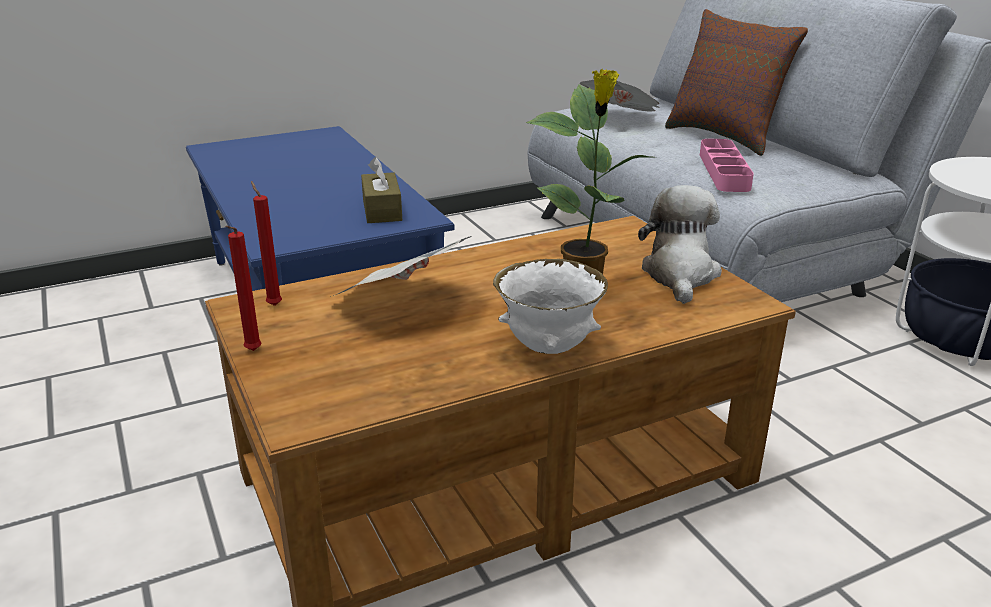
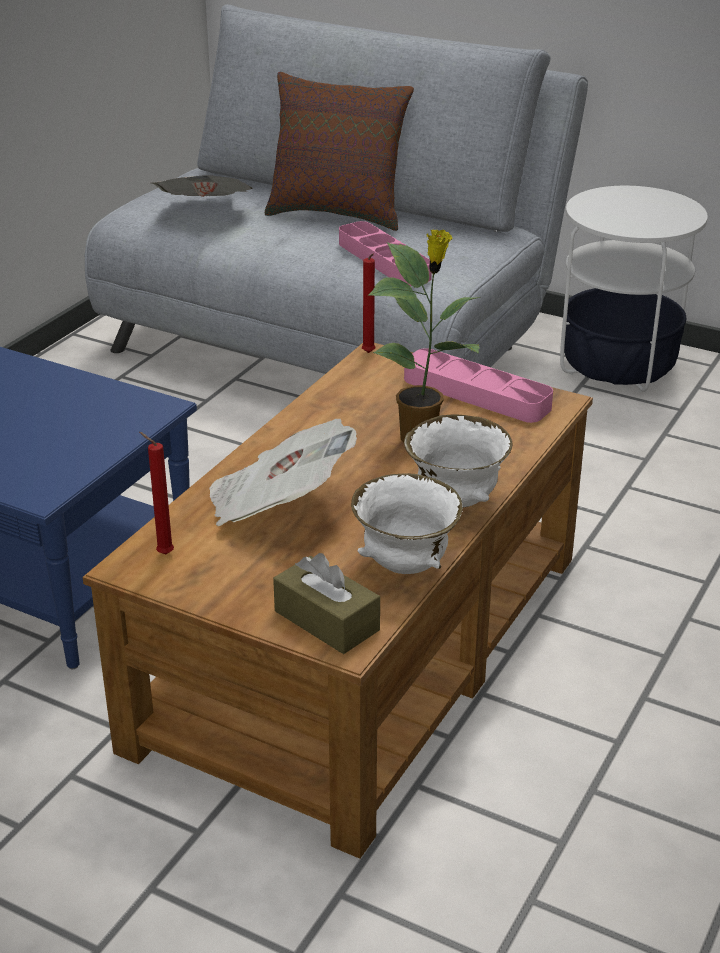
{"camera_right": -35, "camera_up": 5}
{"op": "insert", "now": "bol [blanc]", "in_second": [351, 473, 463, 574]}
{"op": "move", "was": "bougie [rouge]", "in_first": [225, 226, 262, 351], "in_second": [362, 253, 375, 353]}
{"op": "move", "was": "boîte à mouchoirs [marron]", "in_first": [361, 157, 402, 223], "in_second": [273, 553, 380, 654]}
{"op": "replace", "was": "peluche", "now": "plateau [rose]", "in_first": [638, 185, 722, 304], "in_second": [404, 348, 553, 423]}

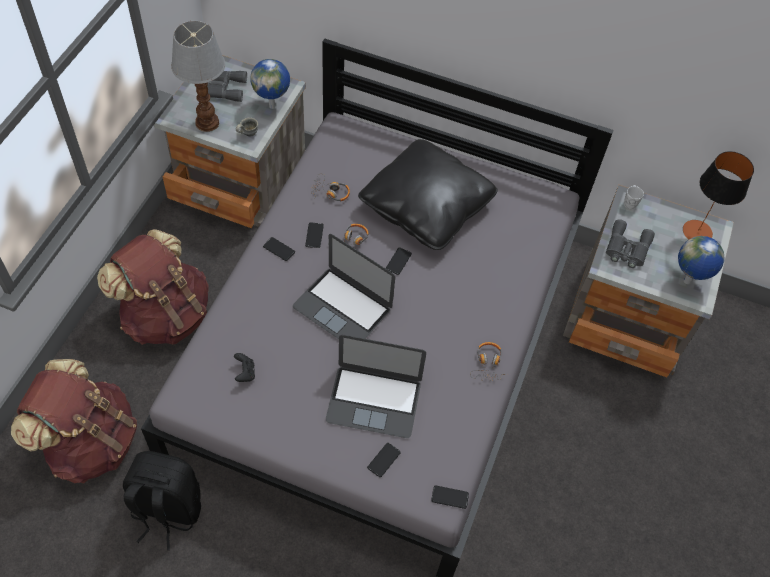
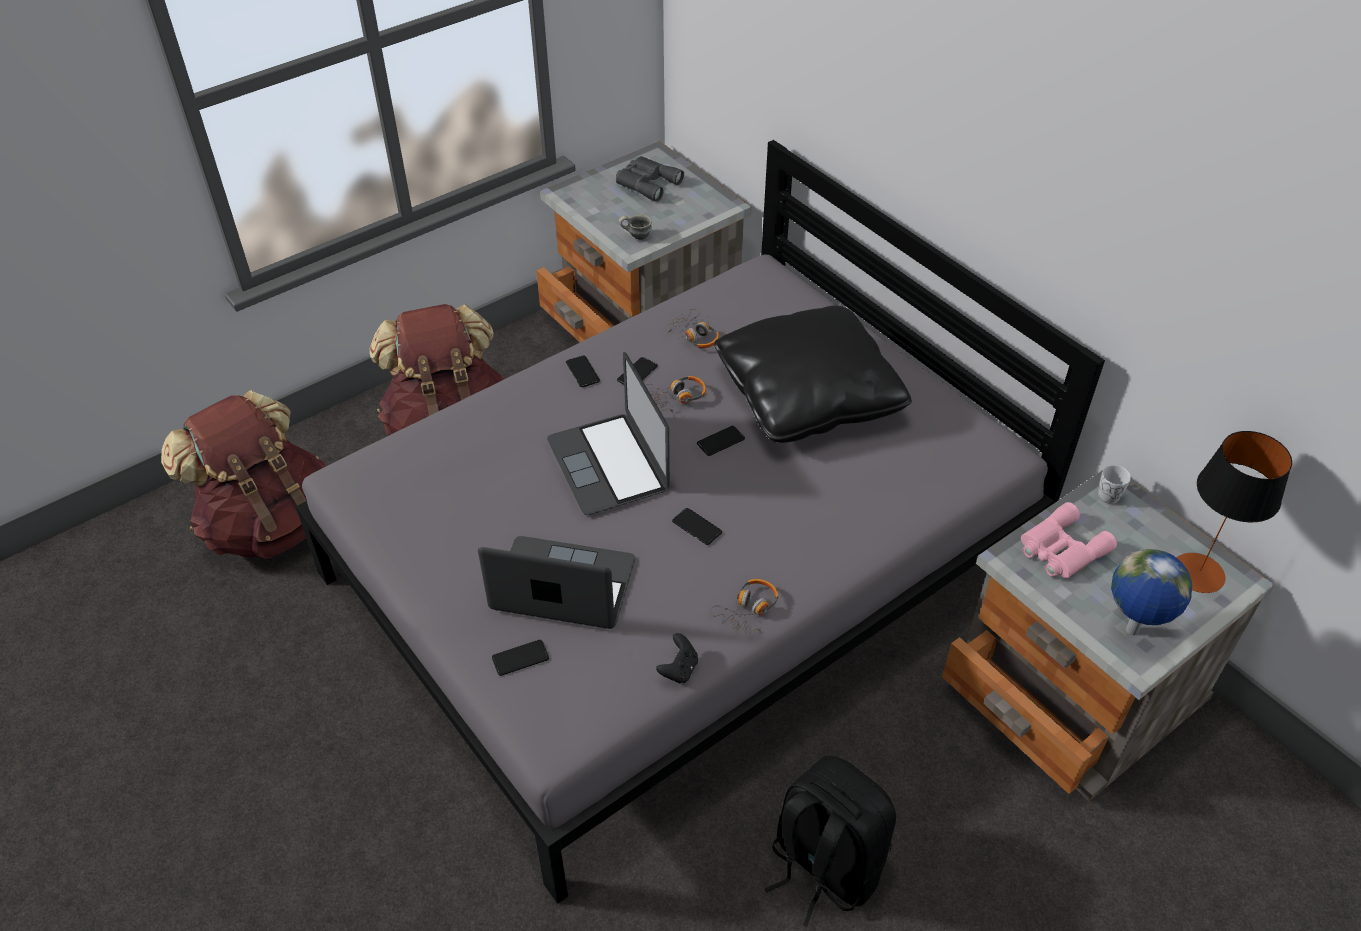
{"camera_right": 35, "camera_up": -10}
{"op": "delete", "was": "lampe de table", "in_first": [171, 21, 225, 132]}
{"op": "delete", "was": "globe", "in_first": [250, 59, 290, 109]}
{"op": "move", "was": "sac à dos [noir]", "in_first": [123, 451, 201, 550], "in_second": [765, 755, 896, 926]}
{"op": "move", "was": "manette [noir]", "in_first": [234, 353, 255, 382], "in_second": [656, 633, 698, 683]}
{"op": "move", "was": "téléphone", "in_first": [431, 485, 469, 509], "in_second": [672, 508, 722, 545]}
{"op": "recolor", "was": "jumelles [gris]", "now": "jumelles [rose]", "in_first": [606, 219, 655, 268], "in_second": [1021, 502, 1117, 578]}
{"op": "rotate", "was": "ordinateur portable", "in_first": [326, 335, 426, 438], "in_second": [478, 536, 636, 629], "clockwise": 150}

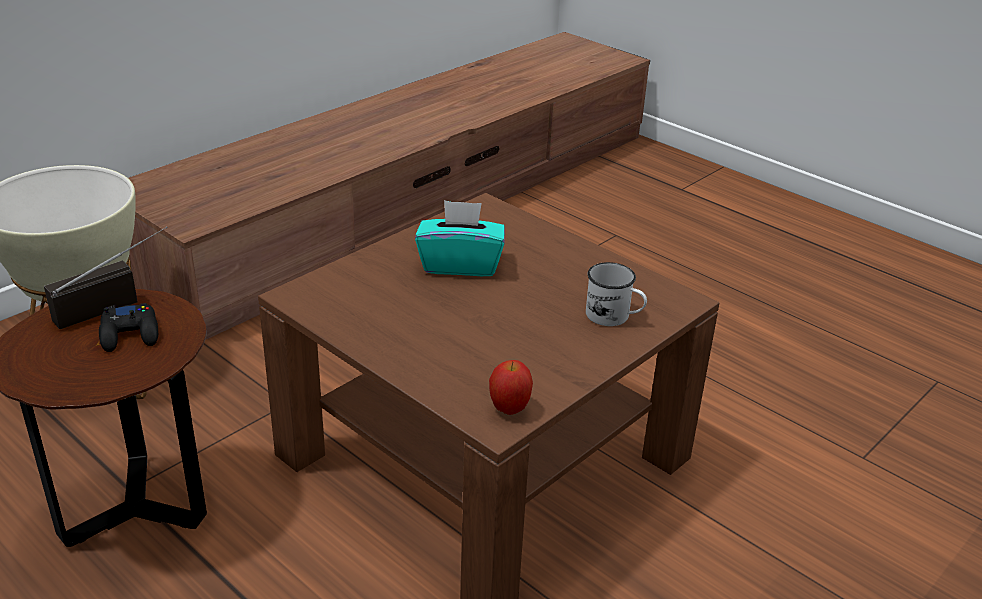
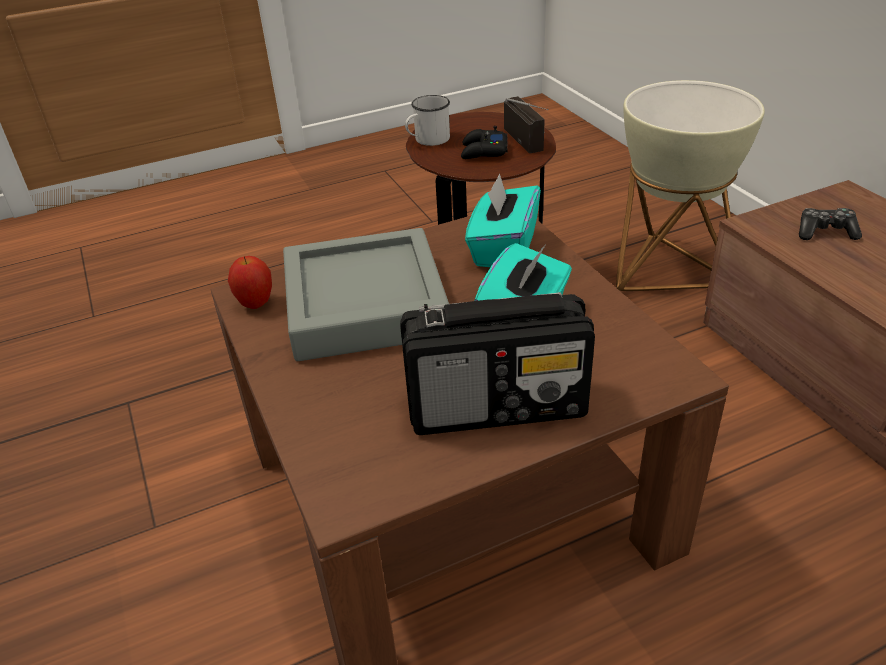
{"camera_right": 115, "camera_up": 5}
{"op": "insert", "now": "plateau [gris]", "in_second": [283, 228, 449, 361]}
{"op": "insert", "now": "radio", "in_second": [400, 292, 595, 435]}
{"op": "insert", "now": "boîte à mouchoirs [turquoise]", "in_second": [465, 174, 541, 267]}
{"op": "insert", "now": "manette", "in_second": [799, 208, 862, 240]}
{"op": "move", "was": "mug [blanc]", "in_first": [586, 262, 647, 326], "in_second": [405, 95, 450, 146]}

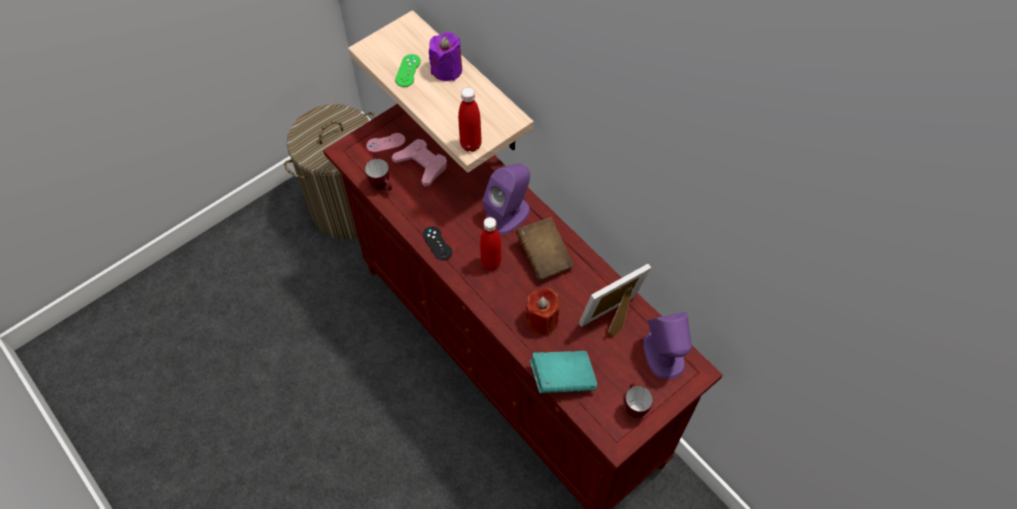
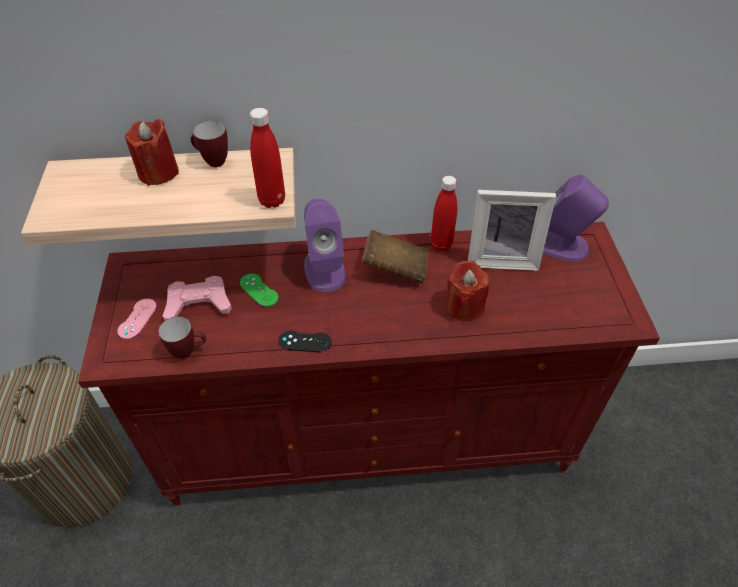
{"camera_right": -55, "camera_up": -10}
{"op": "delete", "was": "livre [turquoise]", "in_first": [530, 351, 597, 393]}
{"op": "move", "was": "manette [vert]", "in_first": [395, 54, 421, 87], "in_second": [240, 274, 278, 307]}
{"op": "move", "was": "bouteille [rouge]", "in_first": [480, 217, 501, 271], "in_second": [431, 176, 457, 252]}
{"op": "move", "was": "mug", "in_first": [625, 383, 653, 418], "in_second": [191, 121, 228, 167]}
{"op": "recolor", "was": "bougie [violet]", "now": "bougie [rouge]", "in_first": [429, 32, 462, 81], "in_second": [125, 119, 179, 186]}
{"op": "rotate", "was": "cadre photo", "in_first": [579, 264, 651, 336], "in_second": [468, 190, 556, 271], "clockwise": -90}

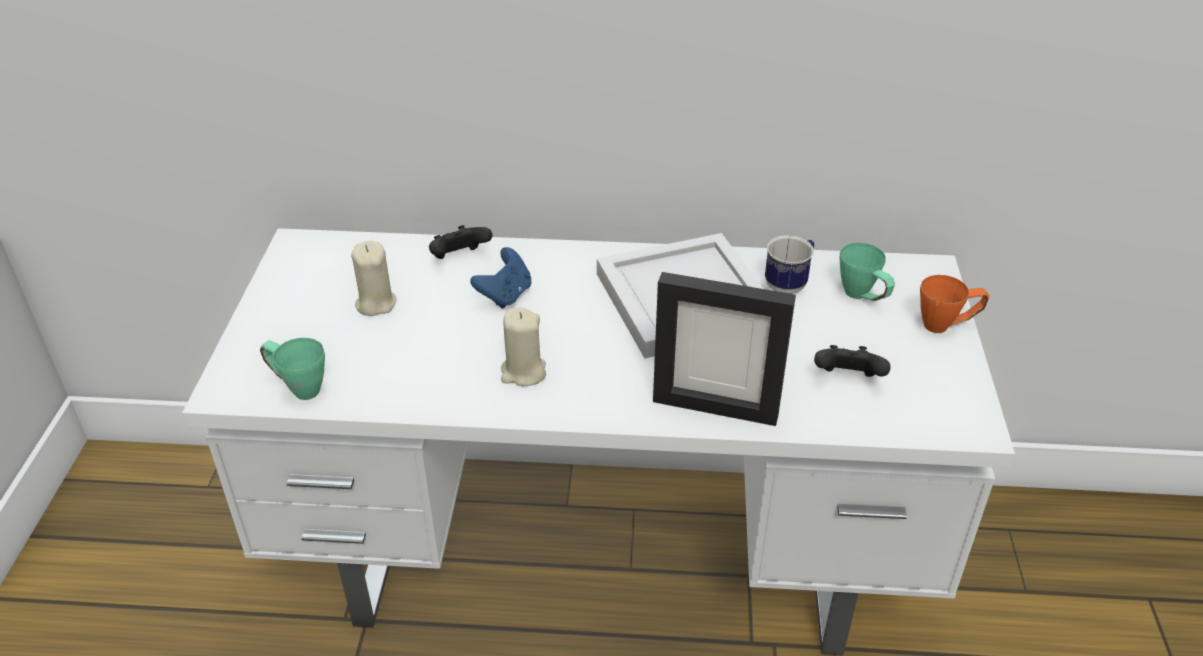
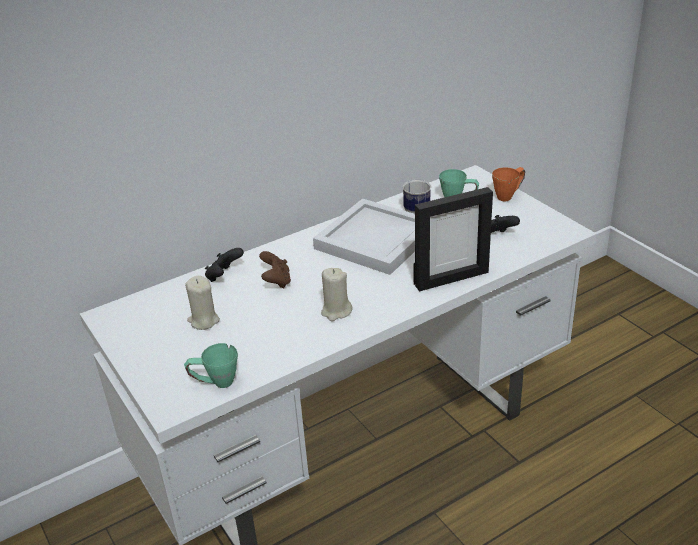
{"camera_right": -35, "camera_up": -5}
{"op": "recolor", "was": "manette [bleu]", "now": "manette [marron]", "in_first": [470, 247, 532, 309], "in_second": [259, 251, 291, 288]}

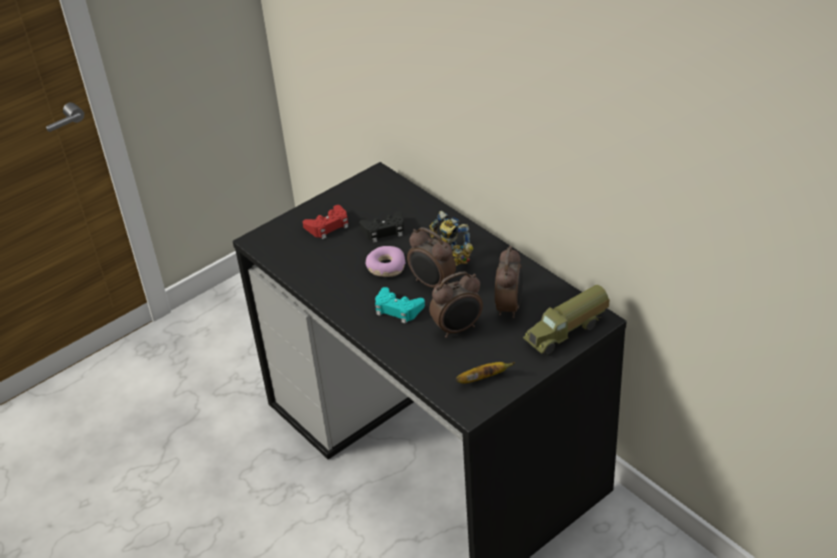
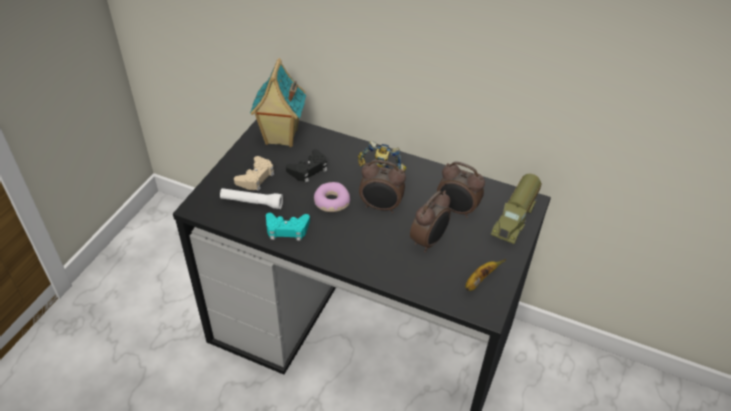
{"camera_right": -30, "camera_up": 5}
{"op": "insert", "now": "lampe de poche [blanc]", "in_second": [220, 188, 283, 209]}
{"op": "insert", "now": "maison miniature", "in_second": [250, 58, 306, 147]}
{"op": "move", "was": "manette [turquoise]", "in_first": [375, 287, 425, 324], "in_second": [266, 213, 310, 241]}
{"op": "recolor", "was": "manette [rouge]", "now": "manette [beige]", "in_first": [303, 205, 348, 239], "in_second": [234, 156, 274, 191]}
{"op": "rotate", "was": "réveil", "in_first": [495, 246, 523, 318], "in_second": [437, 161, 485, 218], "clockwise": 135}

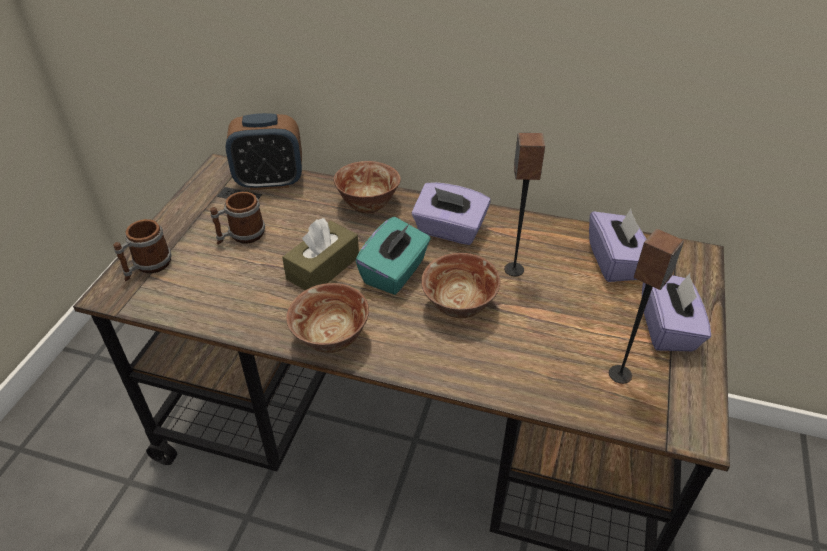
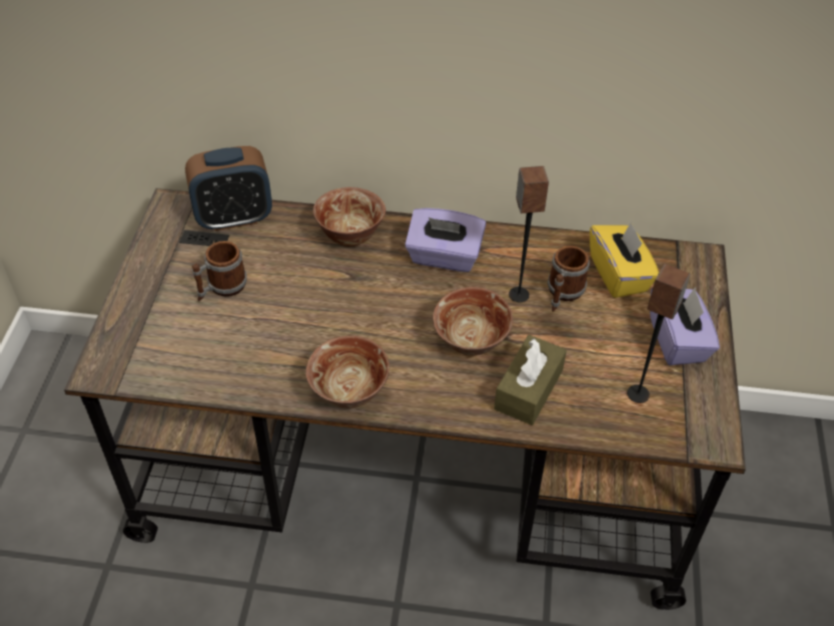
{"camera_right": -10, "camera_up": 5}
{"op": "delete", "was": "boîte à mouchoirs [turquoise]", "in_first": [356, 217, 431, 295]}
{"op": "move", "was": "mug", "in_first": [113, 219, 171, 281], "in_second": [547, 246, 590, 312]}
{"op": "move", "was": "boîte à mouchoirs [marron]", "in_first": [282, 218, 359, 290], "in_second": [494, 335, 567, 425]}
{"op": "recolor", "was": "boîte à mouchoirs [violet]", "now": "boîte à mouchoirs [jaune]", "in_first": [589, 209, 647, 282], "in_second": [590, 221, 659, 298]}

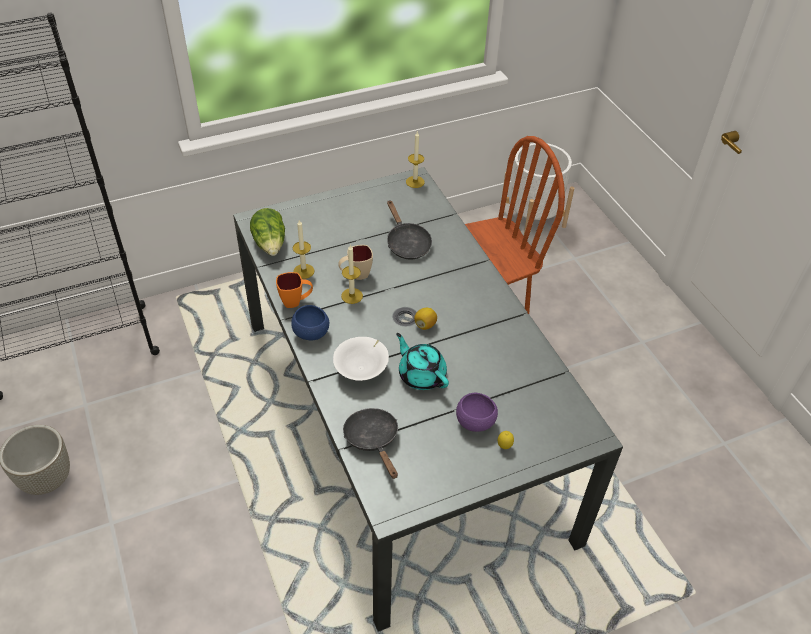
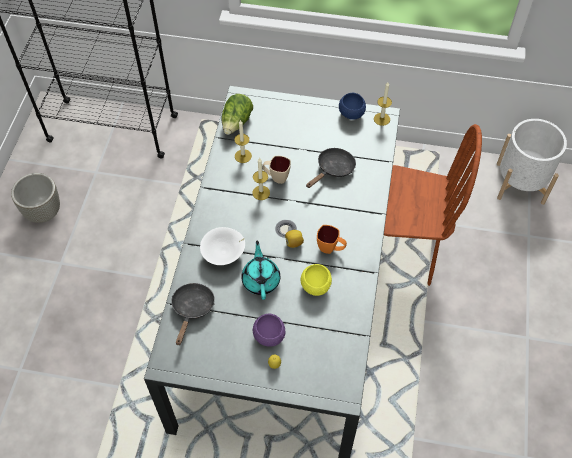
{"camera_right": 35, "camera_up": 10}
{"op": "insert", "now": "bol [jaune]", "in_second": [301, 264, 332, 296]}
{"op": "move", "was": "mug [orange]", "in_first": [276, 272, 313, 308], "in_second": [317, 225, 347, 254]}
{"op": "move", "was": "bol [bleu]", "in_first": [291, 305, 329, 340], "in_second": [339, 93, 366, 120]}
{"op": "rotate", "was": "poêle [noir]", "in_first": [387, 201, 432, 260], "in_second": [306, 148, 356, 188], "clockwise": -150}

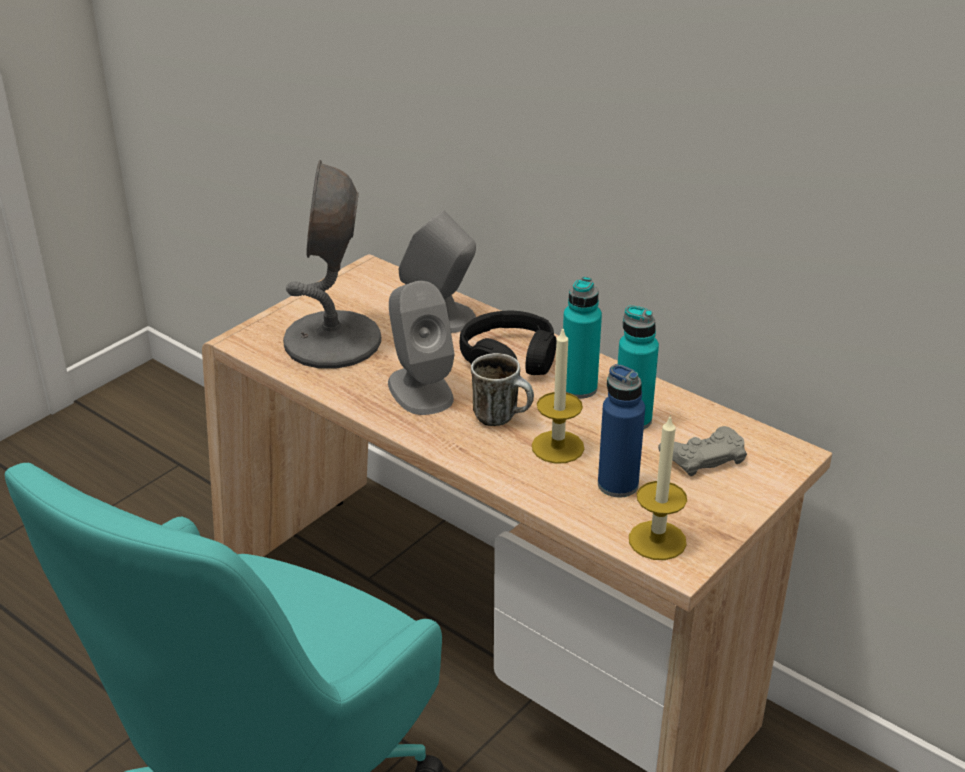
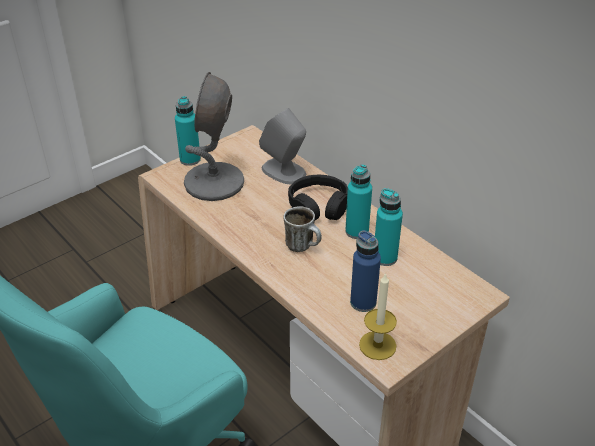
{"camera_right": 10, "camera_up": 5}
{"op": "delete", "was": "enceinte [gris]", "in_first": [388, 281, 455, 415]}
{"op": "delete", "was": "bougie", "in_first": [532, 329, 584, 464]}
{"op": "delete", "was": "manette [gris]", "in_first": [658, 426, 747, 476]}
{"op": "insert", "now": "bouteille [turquoise]", "in_second": [175, 96, 201, 166]}

